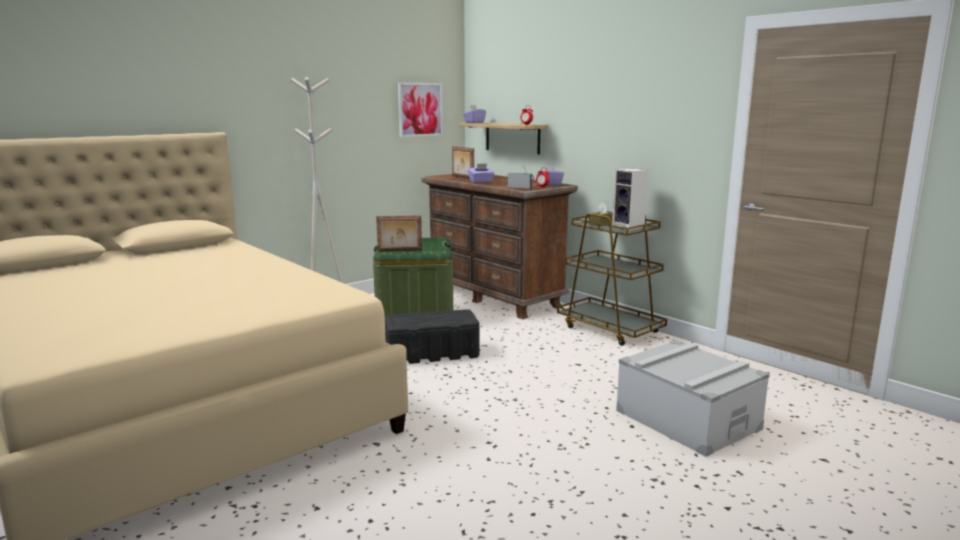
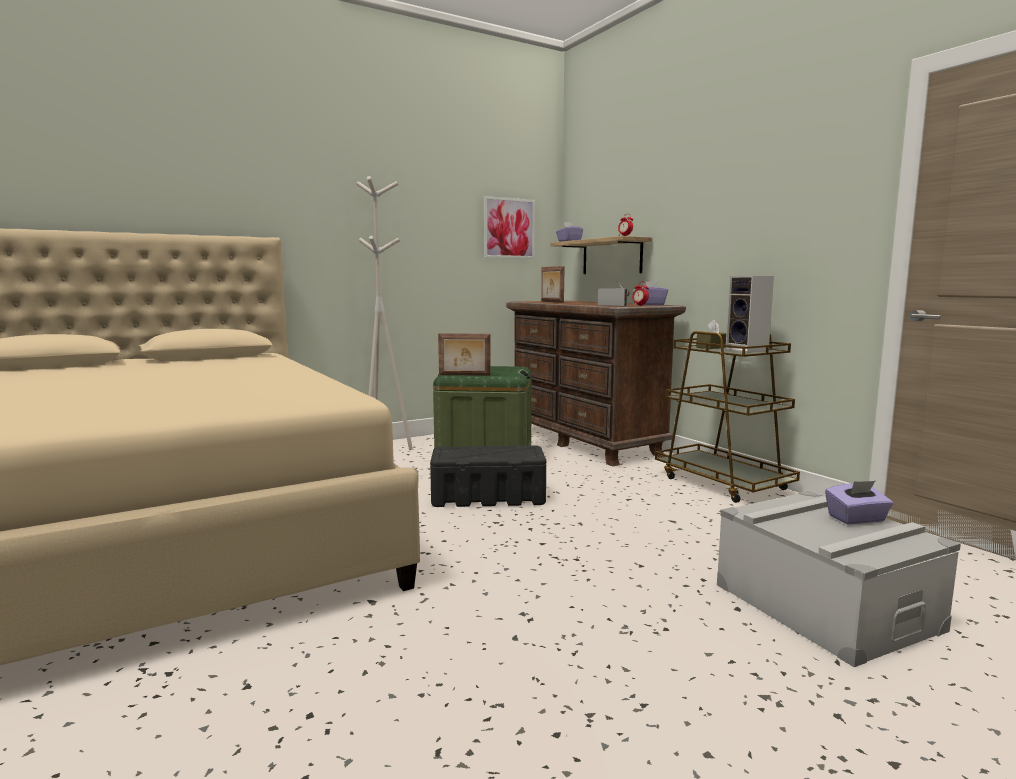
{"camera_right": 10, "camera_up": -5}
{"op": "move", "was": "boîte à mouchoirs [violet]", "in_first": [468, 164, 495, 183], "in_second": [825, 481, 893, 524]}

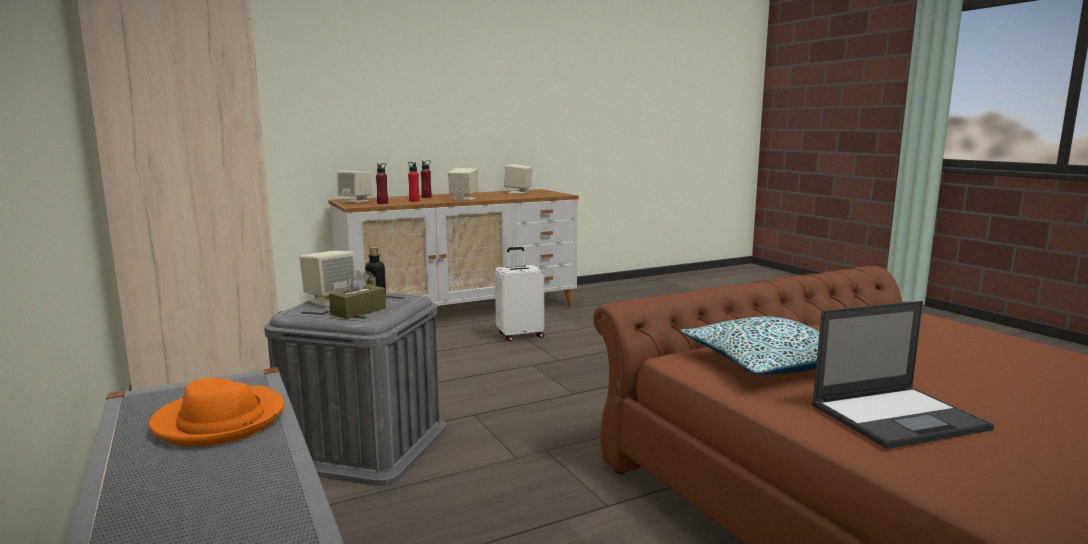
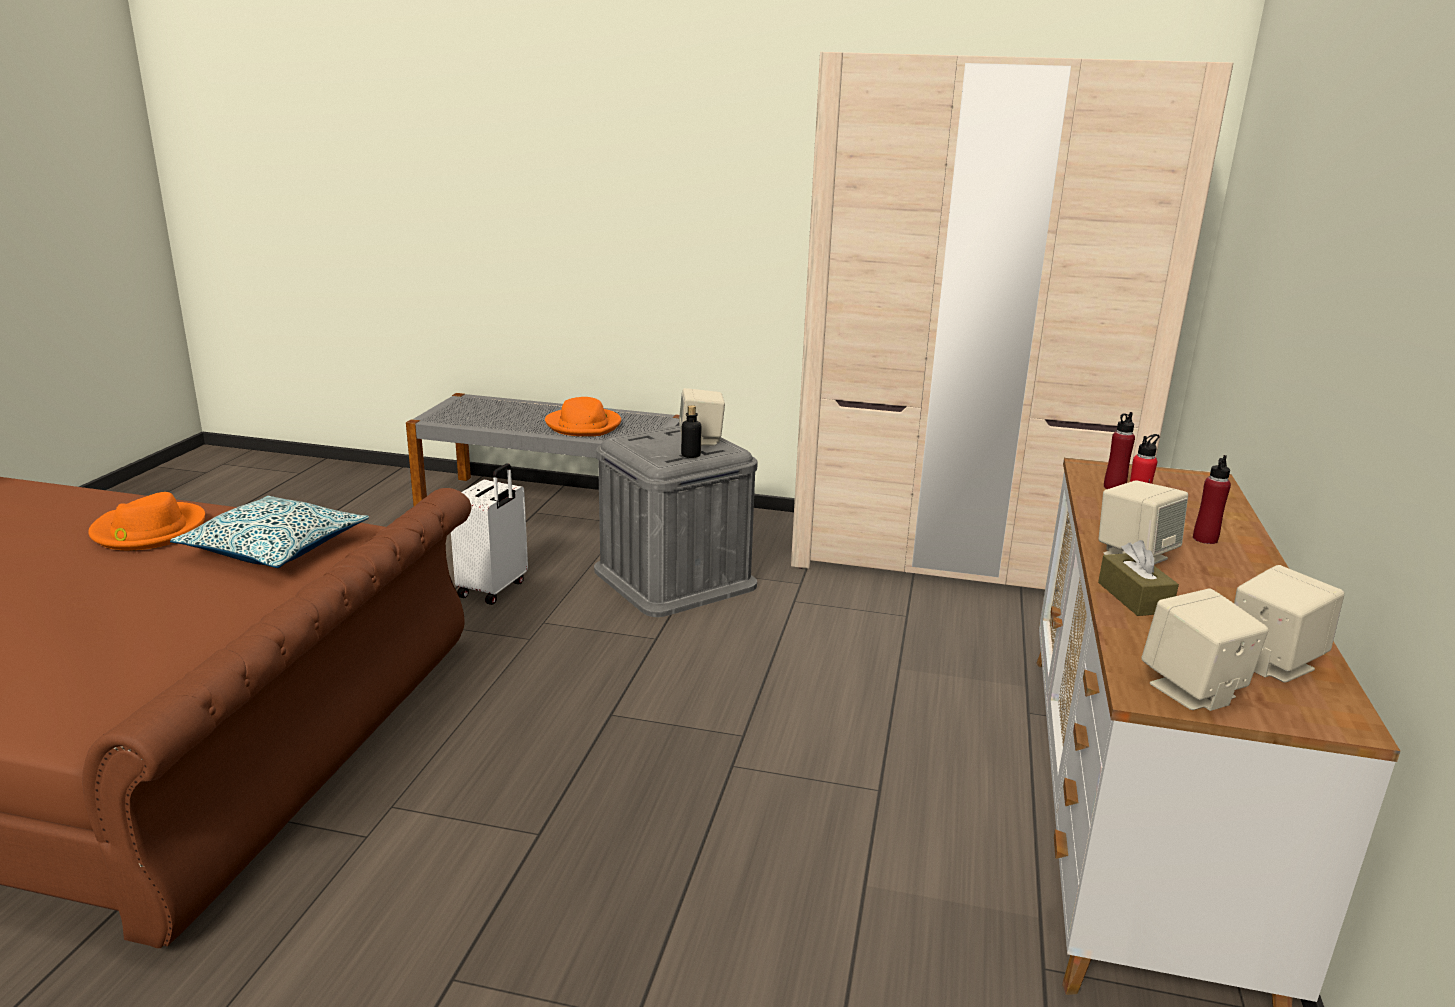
{"camera_right": 130, "camera_up": 10}
{"op": "move", "was": "boîte à mouchoirs [marron]", "in_first": [329, 270, 386, 319], "in_second": [1098, 540, 1179, 616]}
{"op": "move", "was": "enceinte [beige]", "in_first": [337, 171, 372, 203], "in_second": [1141, 588, 1269, 711]}
{"op": "move", "was": "valise [blanc]", "in_first": [495, 247, 544, 341], "in_second": [451, 464, 528, 605]}
{"op": "replace", "was": "ordinateur portable", "now": "chapeau [orange]", "in_first": [812, 301, 994, 449], "in_second": [88, 492, 205, 550]}

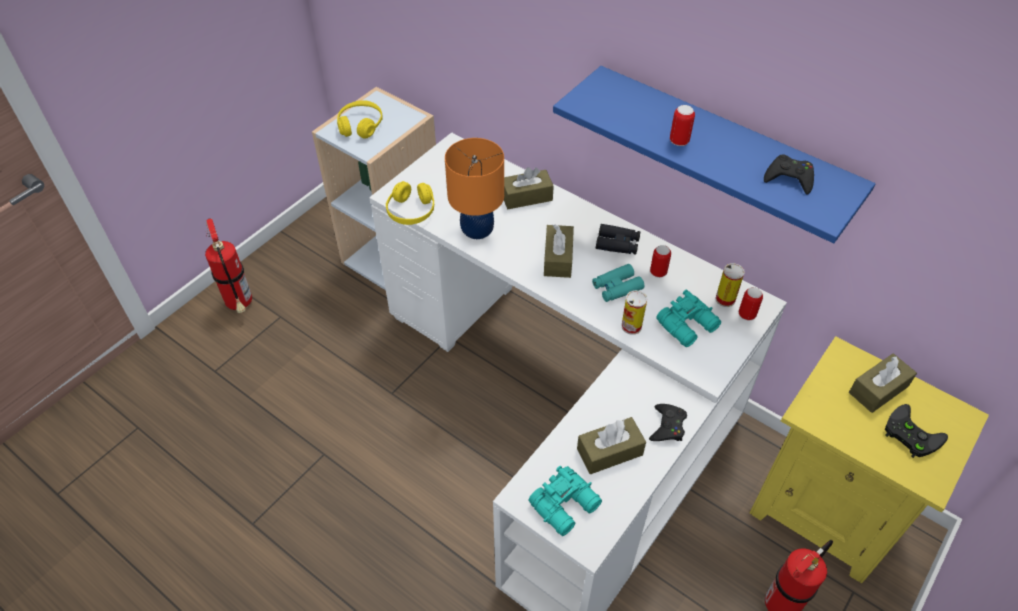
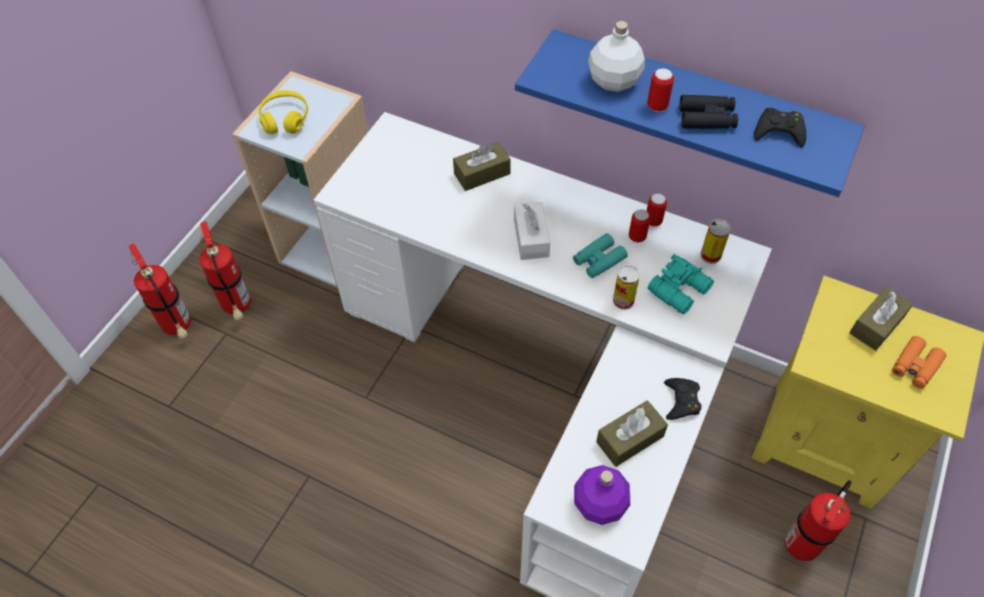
{"camera_right": -10, "camera_up": 5}
{"op": "delete", "was": "casque audio [jaune]", "in_first": [386, 181, 434, 225]}
{"op": "delete", "was": "lampe de table [orange]", "in_first": [445, 138, 504, 239]}
{"op": "insert", "now": "extincteur", "in_second": [199, 222, 251, 320]}
{"op": "insert", "now": "bouteille [blanc]", "in_second": [588, 21, 645, 92]}
{"op": "move", "was": "jumelles [noir]", "in_first": [596, 224, 640, 255], "in_second": [680, 95, 738, 129]}
{"op": "move", "was": "boîte métallique", "in_first": [739, 287, 763, 320], "in_second": [646, 194, 667, 227]}
{"op": "replace", "was": "jumelles [turquoise]", "now": "bouteille [violet]", "in_first": [528, 466, 602, 536], "in_second": [574, 465, 630, 525]}
{"op": "replace", "was": "manette [noir]", "now": "jumelles [orange]", "in_first": [885, 404, 948, 458], "in_second": [892, 336, 946, 389]}
{"op": "recolor", "was": "boîte à mouchoirs [marron]", "now": "boîte à mouchoirs [blanc]", "in_first": [544, 224, 574, 278], "in_second": [514, 202, 550, 260]}

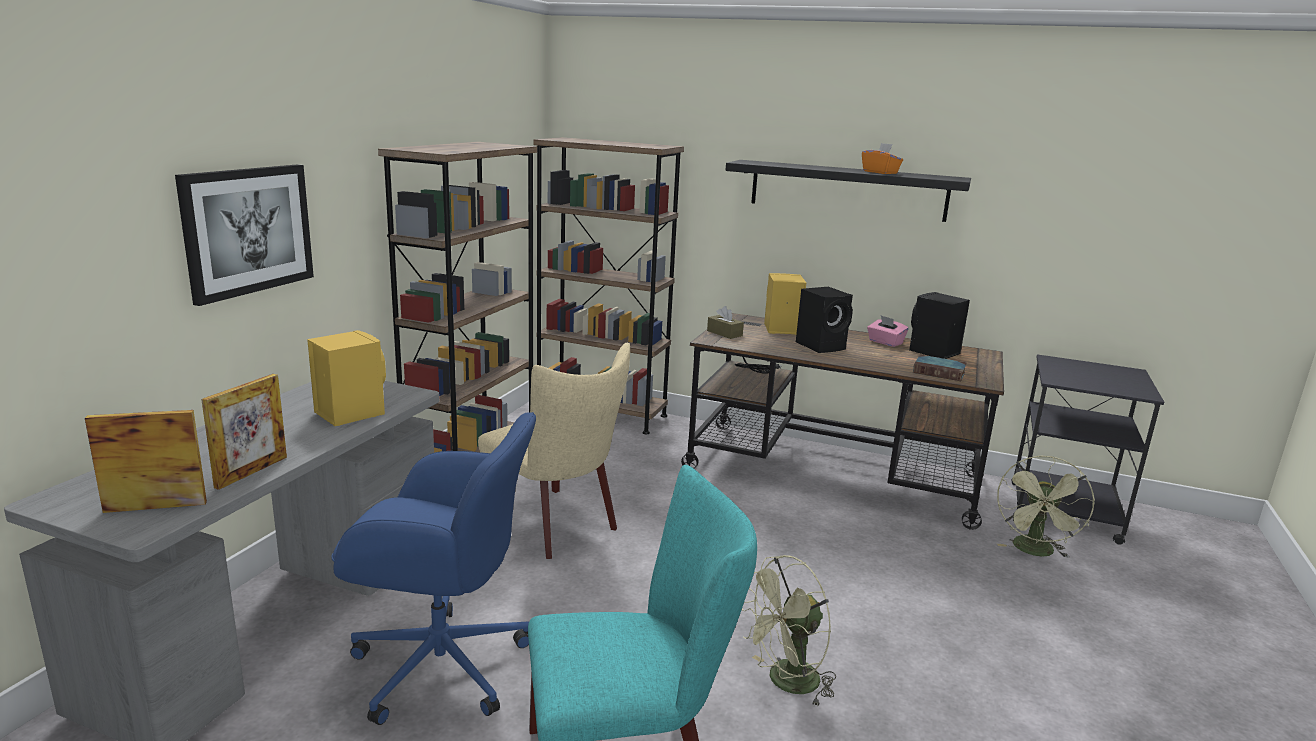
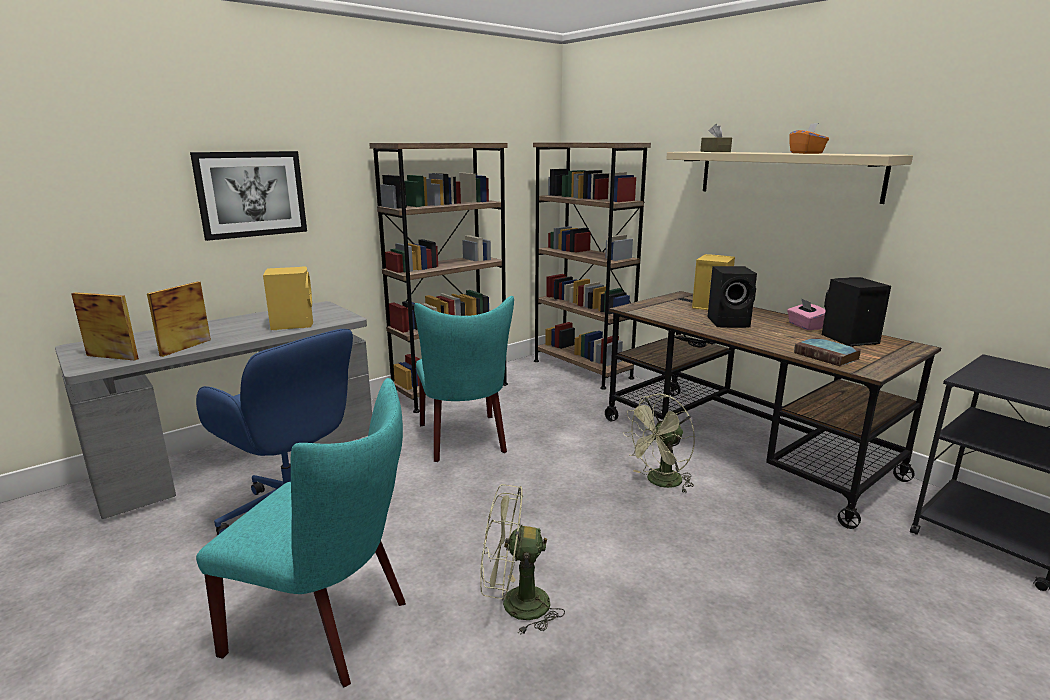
{"camera_right": 30, "camera_up": 0}
{"op": "move", "was": "boîte à mouchoirs [marron]", "in_first": [707, 306, 744, 339], "in_second": [701, 124, 732, 152]}
{"op": "move", "was": "ventilateur [vert]", "in_first": [997, 456, 1095, 558], "in_second": [623, 394, 695, 493]}
{"op": "recolor", "was": "chaise [beige]", "now": "chaise [turquoise]", "in_first": [478, 343, 630, 559], "in_second": [414, 296, 514, 462]}
{"op": "recolor", "was": "étagère [noir]", "now": "étagère [beige]", "in_first": [725, 160, 971, 222], "in_second": [666, 151, 913, 204]}
{"op": "rotate", "was": "cadre photo", "in_first": [201, 374, 287, 490], "in_second": [147, 281, 211, 357], "clockwise": 150}

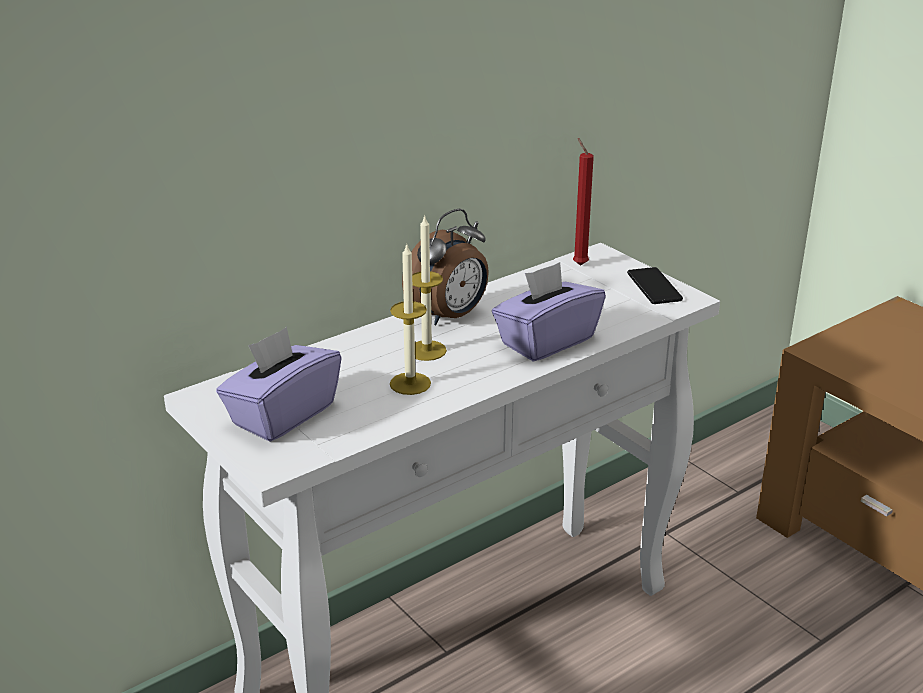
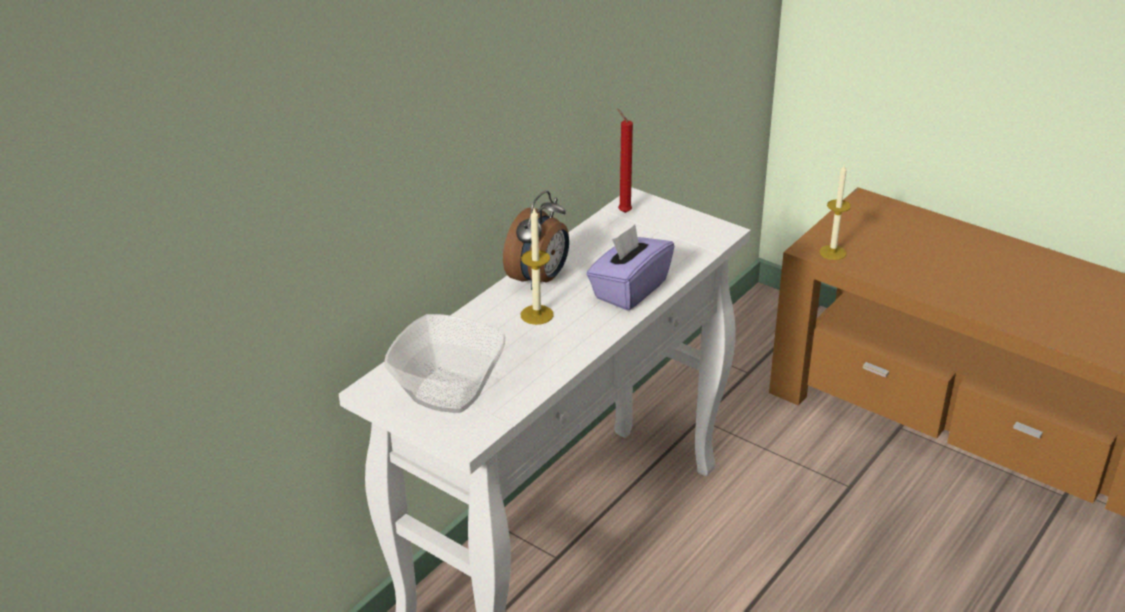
{"camera_right": -15, "camera_up": 5}
{"op": "delete", "was": "téléphone", "in_first": [627, 267, 683, 304]}
{"op": "move", "was": "bougie", "in_first": [390, 245, 431, 395], "in_second": [819, 163, 851, 260]}
{"op": "replace", "was": "boîte à mouchoirs [violet]", "now": "bol", "in_first": [216, 327, 342, 442], "in_second": [384, 314, 505, 413]}

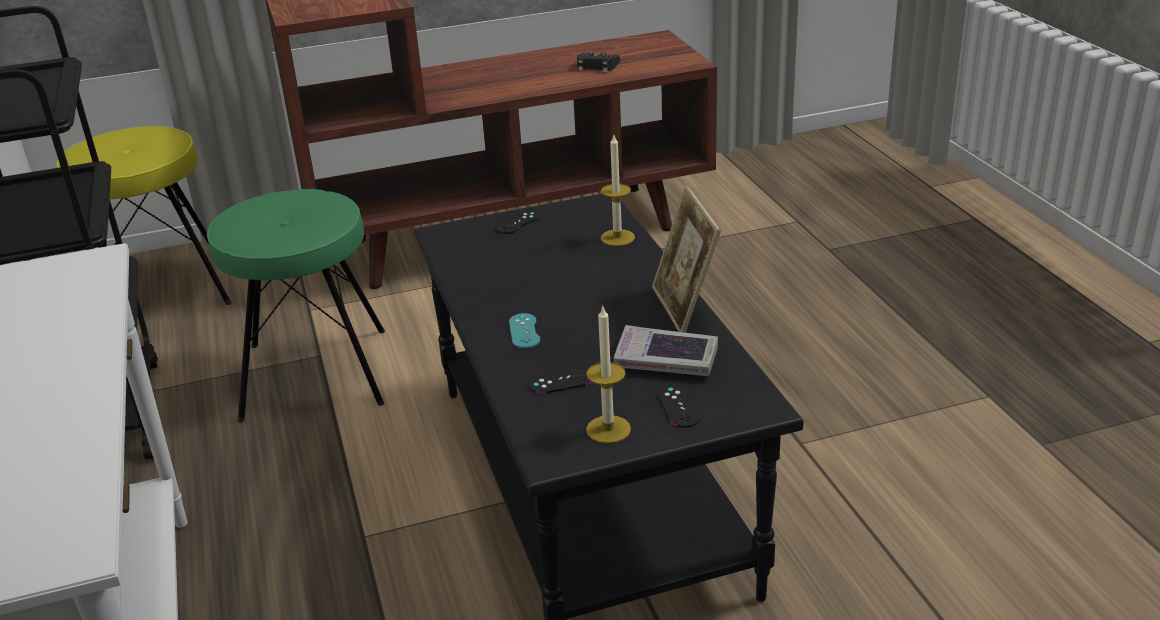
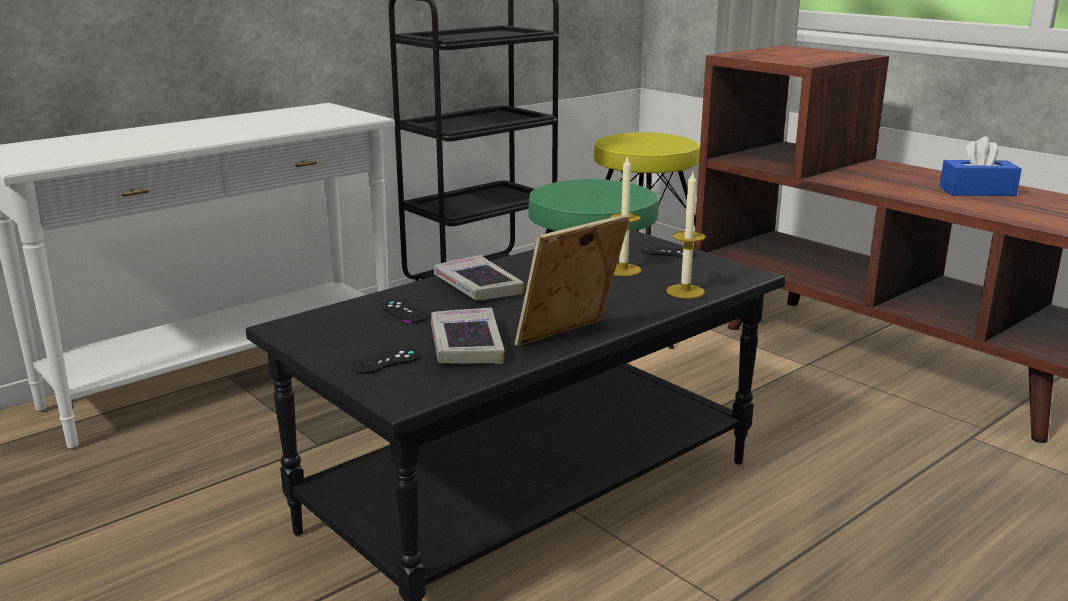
{"camera_right": 65, "camera_up": -10}
{"op": "delete", "was": "manette [noir]", "in_first": [577, 51, 620, 72]}
{"op": "insert", "now": "boîte à mouchoirs [bleu]", "in_second": [940, 136, 1022, 196]}
{"op": "move", "was": "bougie", "in_first": [586, 305, 631, 443], "in_second": [610, 155, 641, 276]}
{"op": "replace", "was": "manette [turquoise]", "now": "livre", "in_first": [509, 313, 540, 349], "in_second": [434, 255, 524, 300]}

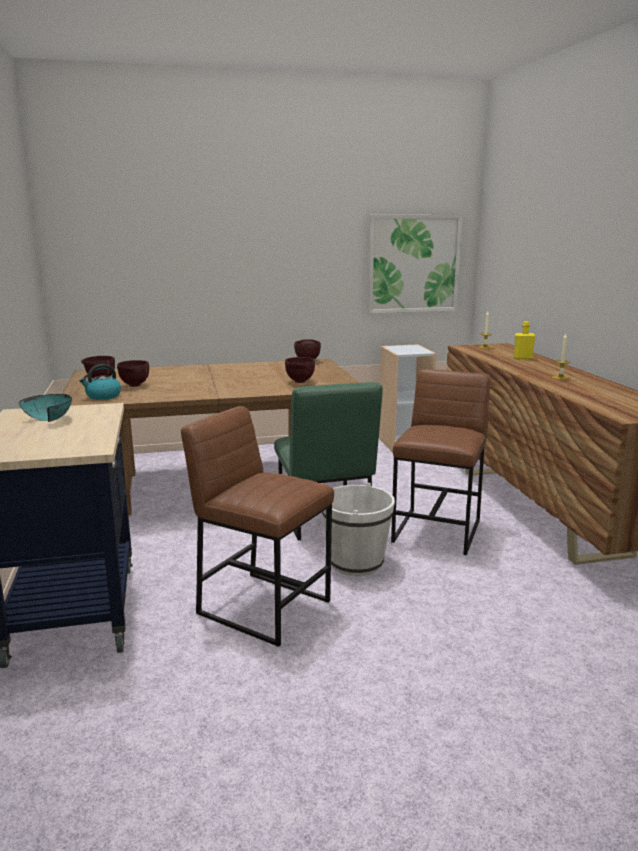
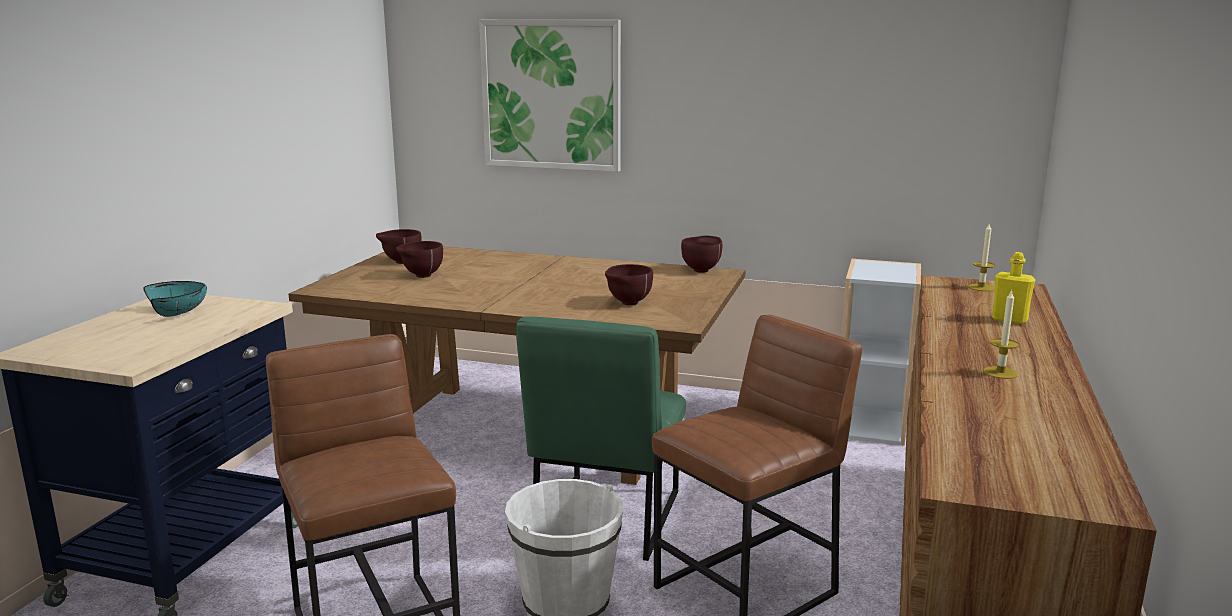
{"camera_right": 30, "camera_up": 0}
{"op": "delete", "was": "bouilloire", "in_first": [79, 364, 121, 400]}
{"op": "move", "was": "tableau", "in_first": [368, 215, 463, 314], "in_second": [479, 20, 621, 172]}

